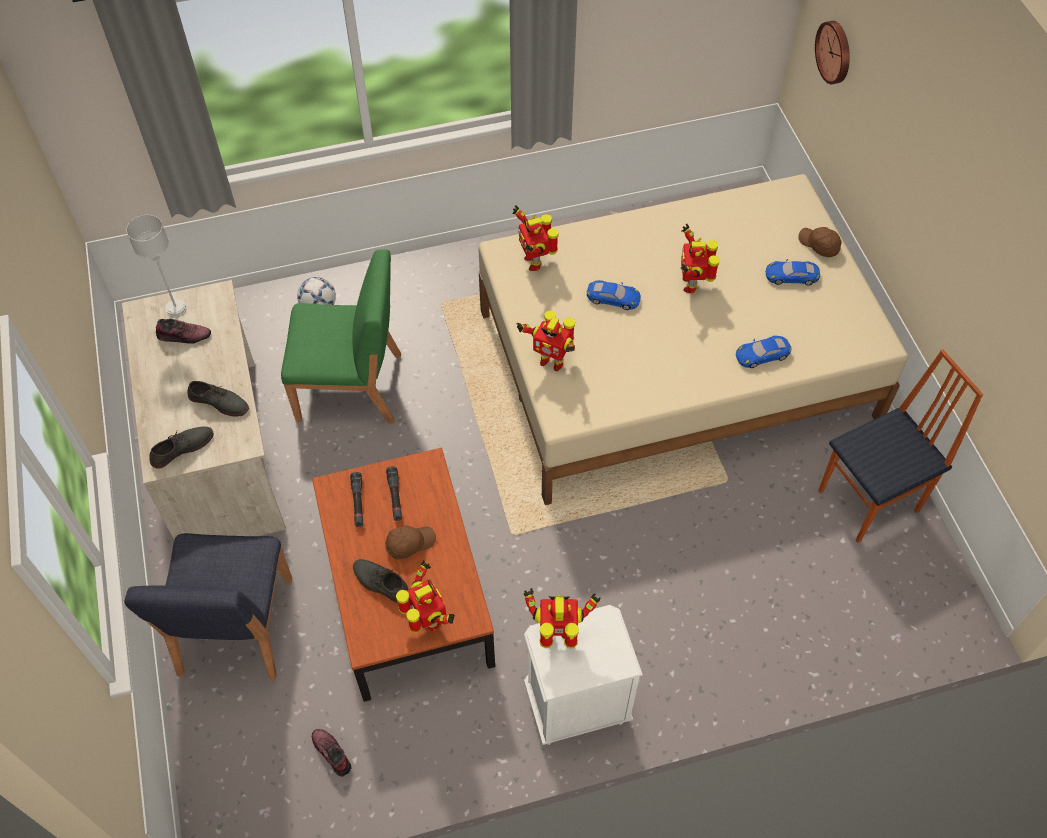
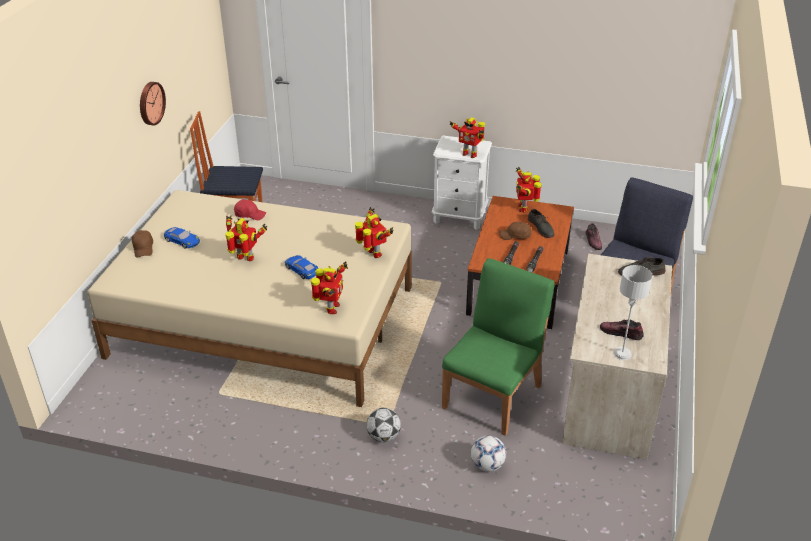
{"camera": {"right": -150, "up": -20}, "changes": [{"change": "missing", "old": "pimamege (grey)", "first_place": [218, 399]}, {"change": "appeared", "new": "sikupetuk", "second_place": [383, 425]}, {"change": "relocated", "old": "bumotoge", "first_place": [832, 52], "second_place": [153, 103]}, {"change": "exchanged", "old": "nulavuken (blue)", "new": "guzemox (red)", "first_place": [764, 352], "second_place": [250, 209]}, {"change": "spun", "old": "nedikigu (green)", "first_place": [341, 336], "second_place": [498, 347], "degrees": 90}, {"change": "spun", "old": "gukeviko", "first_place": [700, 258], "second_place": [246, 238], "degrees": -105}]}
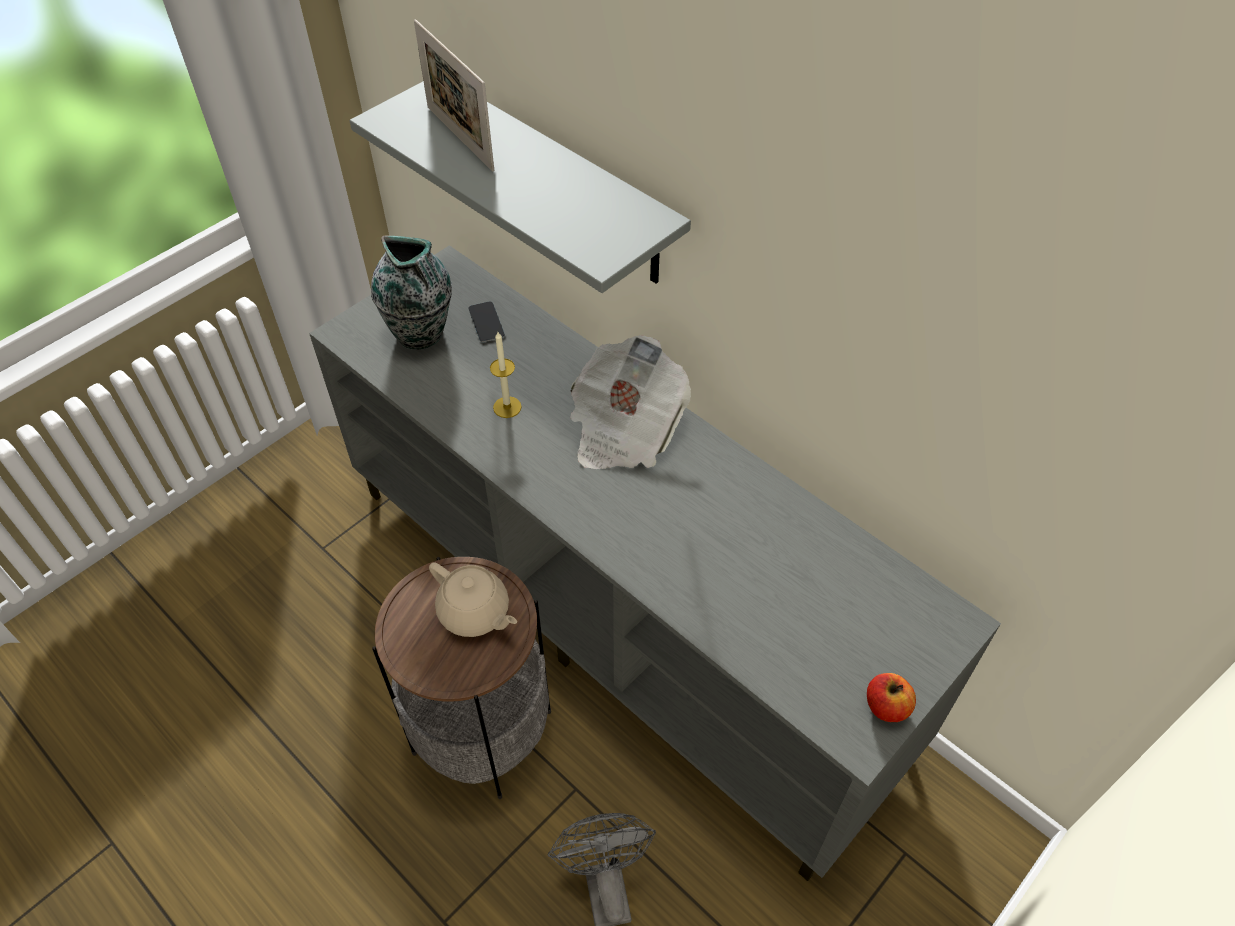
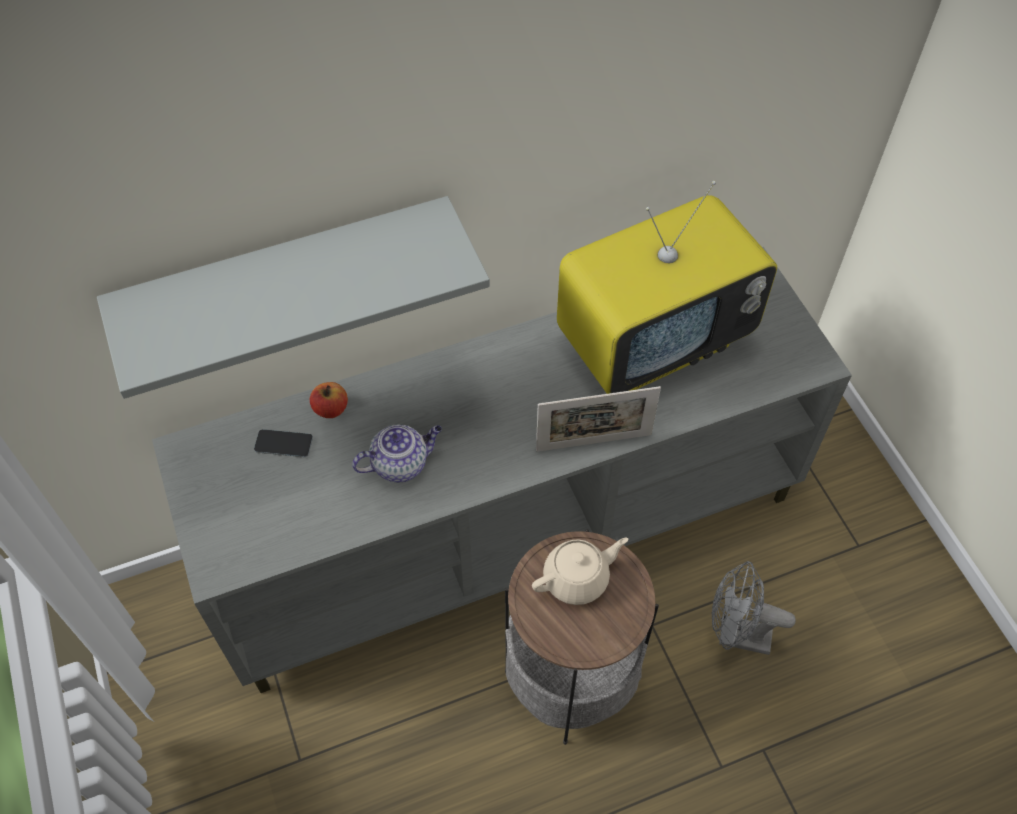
{"camera": {"right": -65, "up": 5}, "changes": [{"change": "missing", "old": "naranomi", "first_place": [411, 293]}, {"change": "missing", "old": "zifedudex", "first_place": [630, 402]}, {"change": "appeared", "new": "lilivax", "second_place": [667, 287]}, {"change": "relocated", "old": "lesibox", "first_place": [454, 95], "second_place": [598, 419]}, {"change": "relocated", "old": "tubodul", "first_place": [891, 697], "second_place": [329, 400]}, {"change": "exchanged", "old": "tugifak", "new": "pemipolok", "first_place": [506, 375], "second_place": [397, 453]}]}
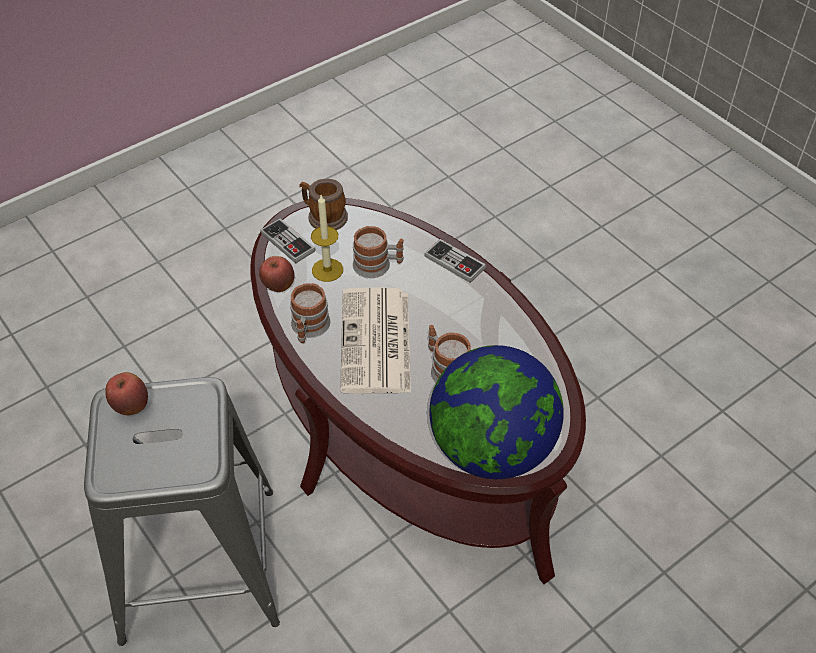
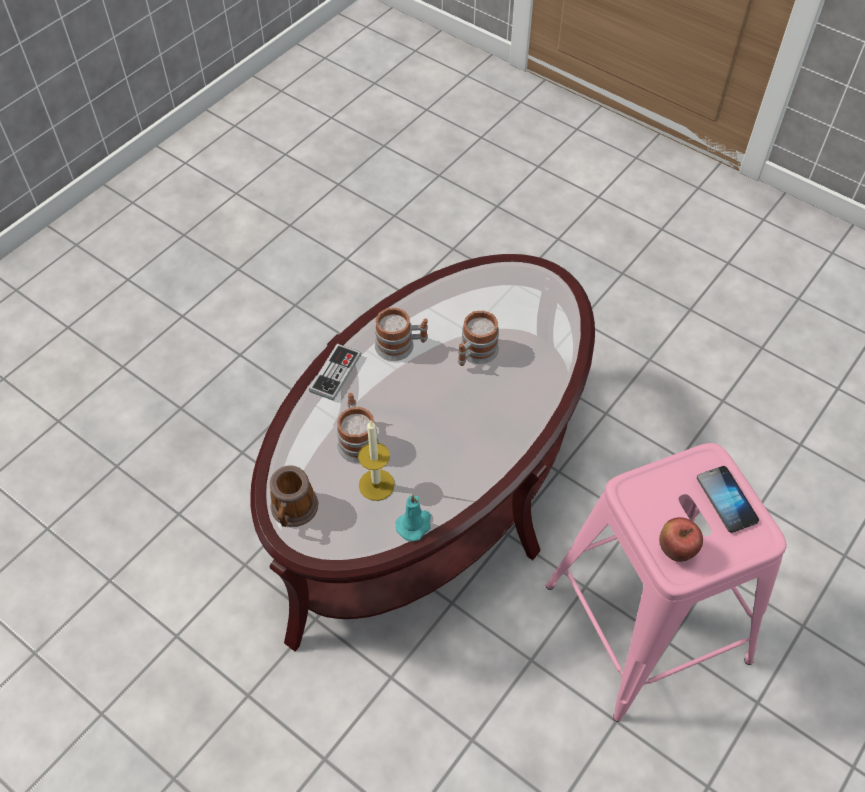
{"camera": {"right": -105, "up": 5}, "changes": [{"change": "missing", "old": "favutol", "first_place": [288, 240]}, {"change": "missing", "old": "zifedudex", "first_place": [375, 340]}, {"change": "missing", "old": "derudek", "first_place": [496, 412]}, {"change": "appeared", "new": "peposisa", "second_place": [728, 499]}, {"change": "relocated", "old": "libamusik", "first_place": [310, 313], "second_place": [401, 334]}, {"change": "exchanged", "old": "tubodul", "new": "tugifak (turquoise)", "first_place": [276, 274], "second_place": [413, 517]}, {"change": "colour", "old": "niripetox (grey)", "new": "niripetox (pink)", "first_place": [182, 511], "second_place": [666, 582]}]}
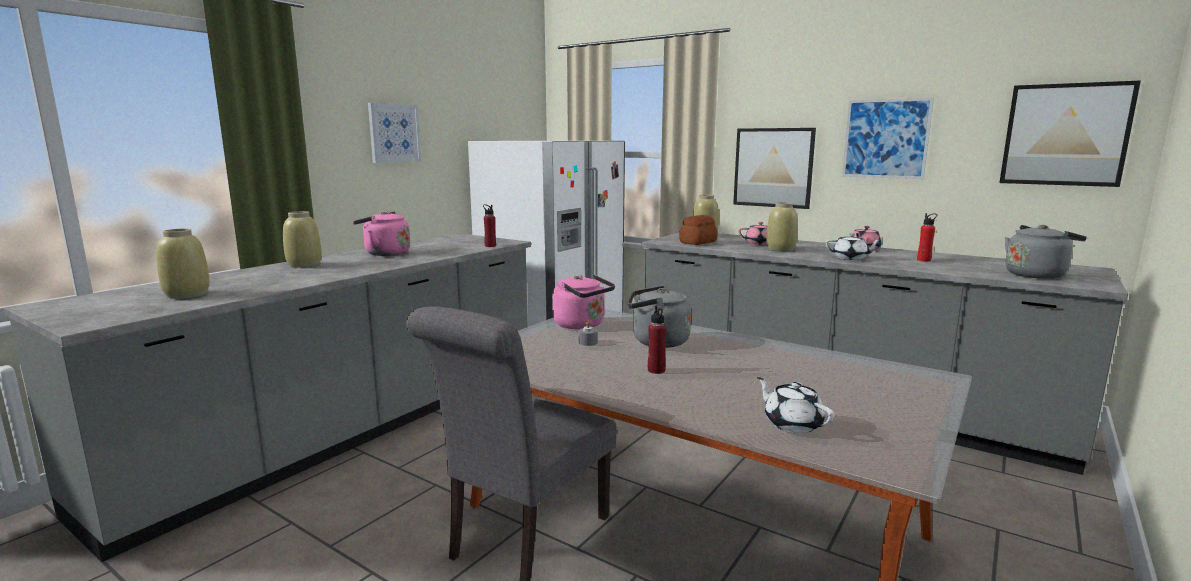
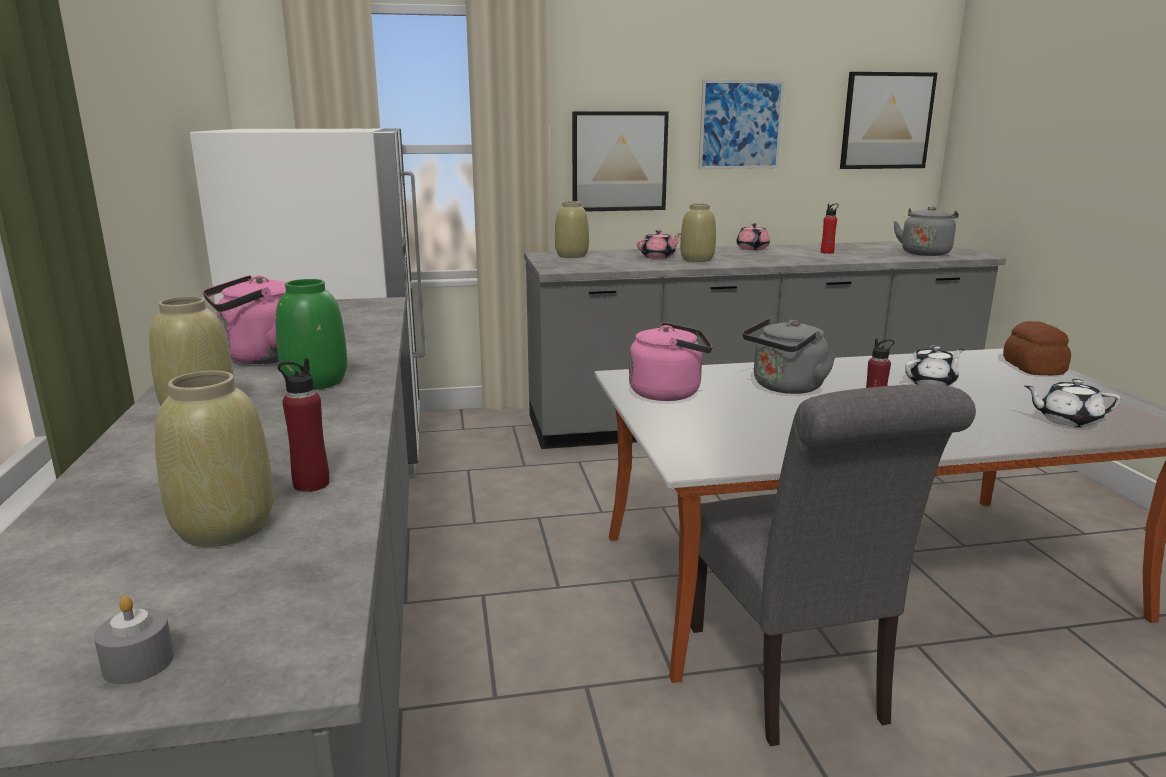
{"camera": {"right": -45, "up": 5}, "changes": [{"change": "missing", "old": "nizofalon", "first_place": [394, 133]}, {"change": "appeared", "new": "naranomi (green)", "second_place": [311, 334]}, {"change": "relocated", "old": "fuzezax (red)", "first_place": [489, 225], "second_place": [304, 425]}, {"change": "relocated", "old": "tugifak (grey)", "first_place": [588, 333], "second_place": [134, 640]}, {"change": "relocated", "old": "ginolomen", "first_place": [698, 230], "second_place": [1037, 348]}, {"change": "relocated", "old": "pemipolok (white)", "first_place": [853, 246], "second_place": [934, 365]}]}
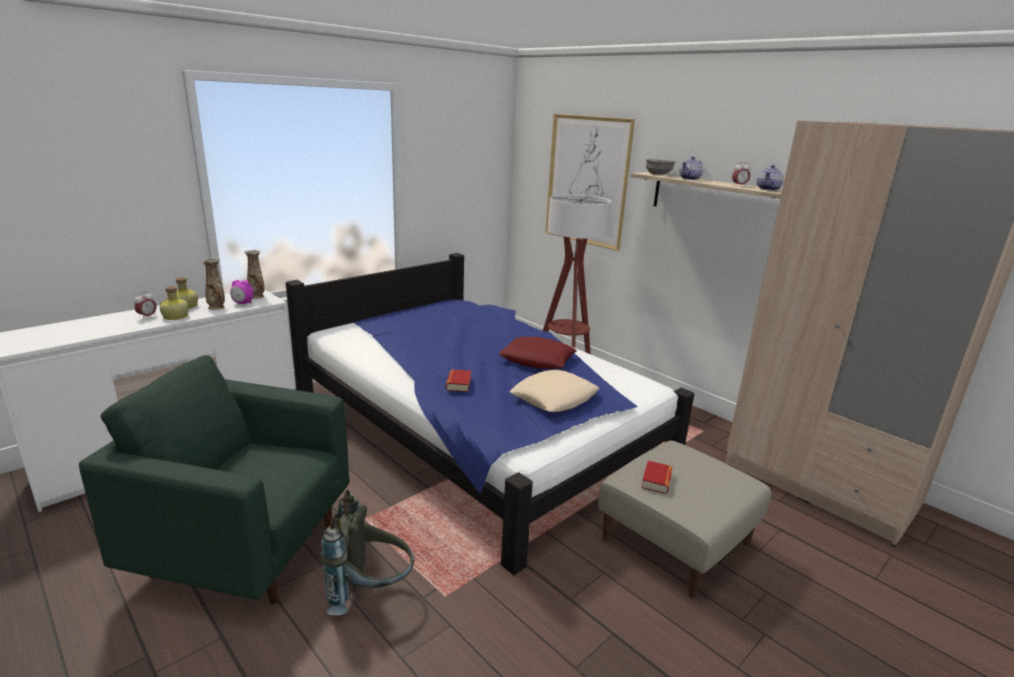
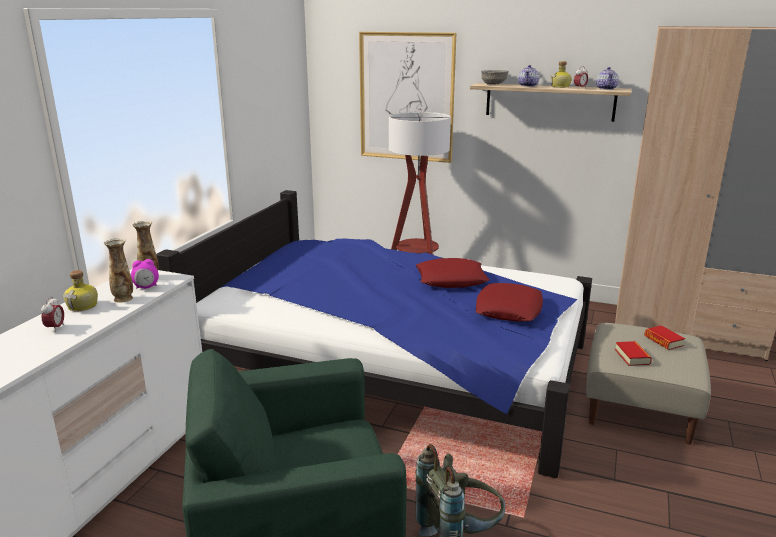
{"camera": {"right": -25, "up": 0}, "changes": [{"change": "relocated", "old": "fuzezax", "first_place": [174, 303], "second_place": [561, 74]}, {"change": "relocated", "old": "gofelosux", "first_place": [458, 381], "second_place": [664, 337]}, {"change": "colour", "old": "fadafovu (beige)", "new": "fadafovu (red)", "first_place": [554, 391], "second_place": [509, 302]}]}
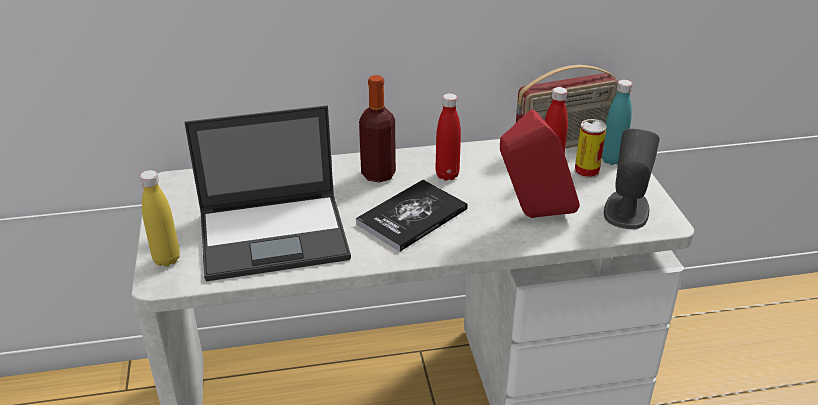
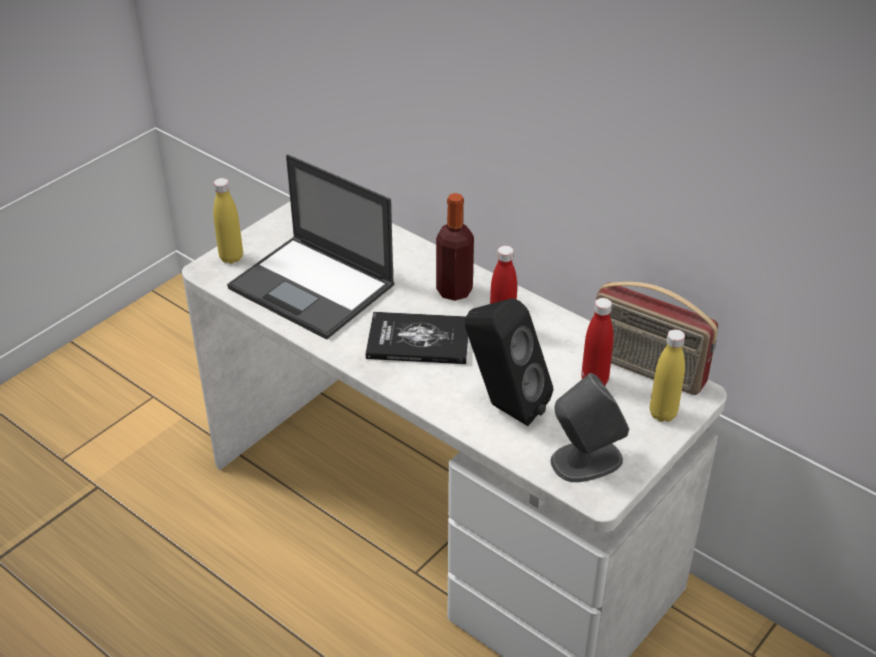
{"camera": {"right": 50, "up": 5}, "changes": [{"change": "missing", "old": "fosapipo", "first_place": [591, 148]}, {"change": "colour", "old": "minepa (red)", "new": "minepa (black)", "first_place": [540, 163], "second_place": [509, 362]}, {"change": "colour", "old": "fuzezax (turquoise)", "new": "fuzezax (yellow)", "first_place": [617, 122], "second_place": [667, 375]}]}
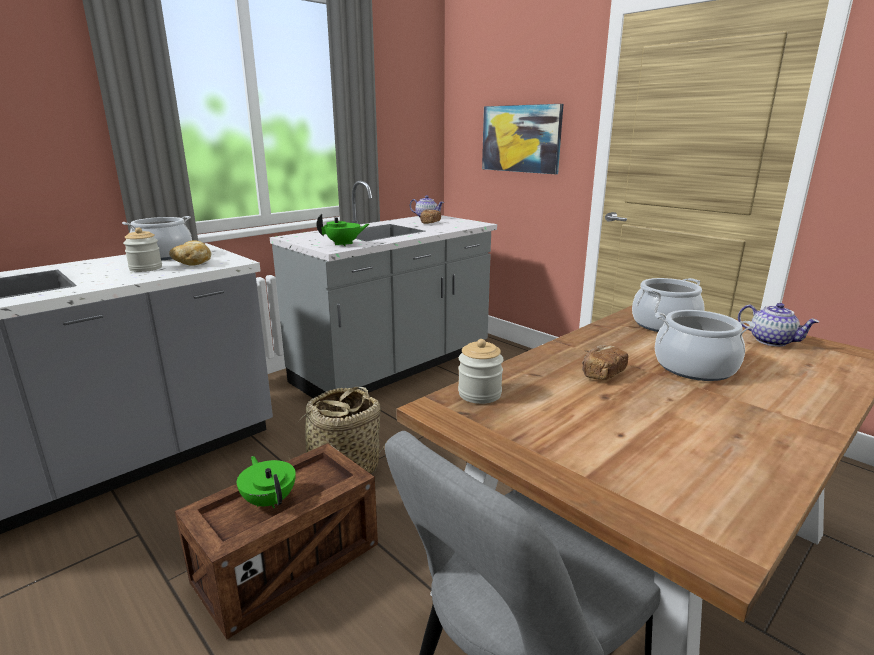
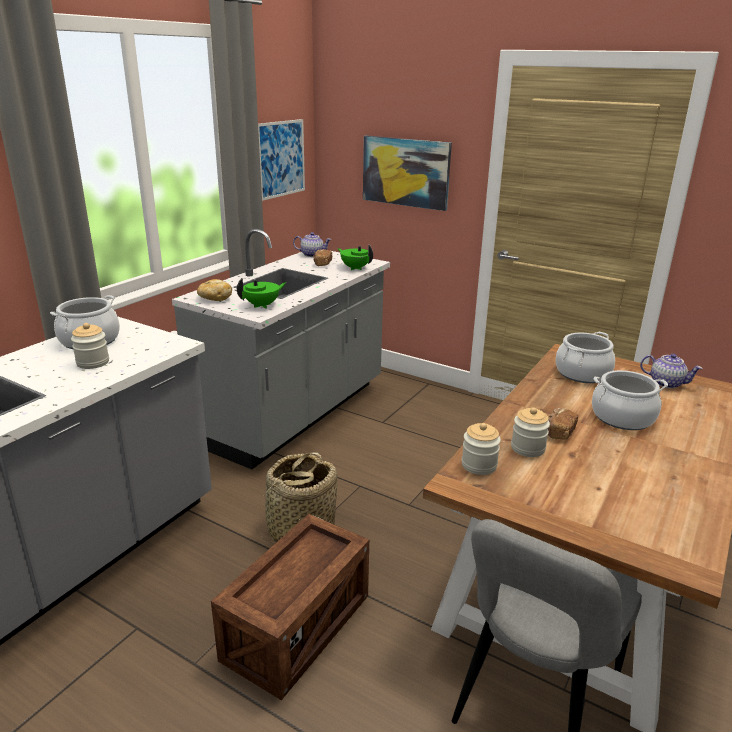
{"camera": {"right": -15, "up": 5}, "changes": [{"change": "appeared", "new": "nizofalon", "second_place": [281, 160]}, {"change": "appeared", "new": "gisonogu", "second_place": [530, 432]}, {"change": "relocated", "old": "ginolomen", "first_place": [190, 253], "second_place": [214, 290]}, {"change": "relocated", "old": "pemipolok (green)", "first_place": [266, 482], "second_place": [355, 257]}]}
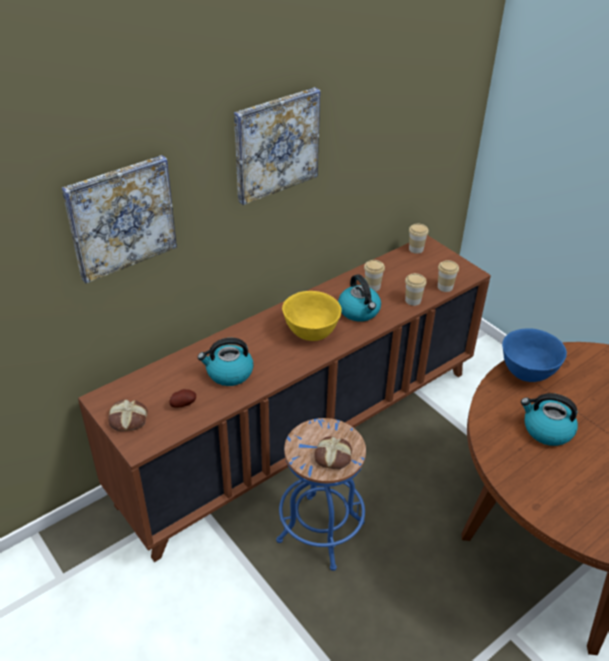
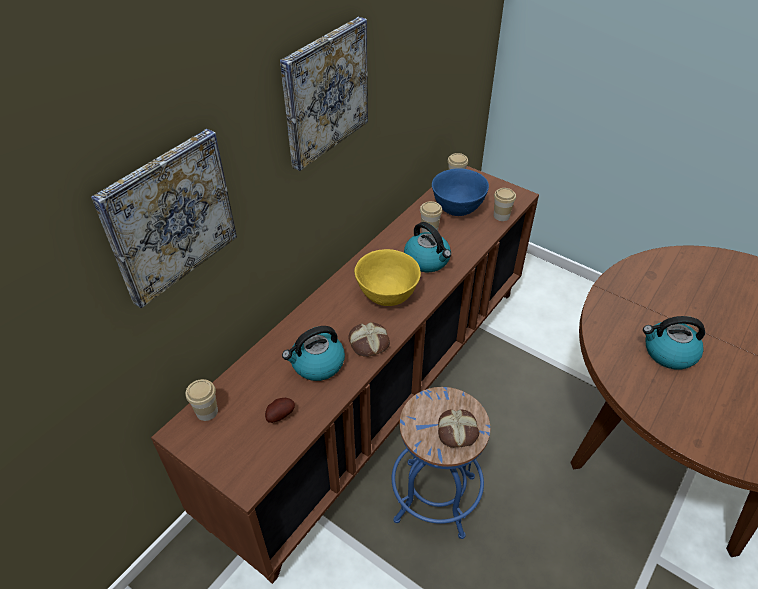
{"camera": {"right": -15, "up": 5}, "changes": [{"change": "relocated", "old": "ginolomen", "first_place": [128, 415], "second_place": [369, 339]}, {"change": "relocated", "old": "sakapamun", "first_place": [416, 289], "second_place": [202, 400]}, {"change": "relocated", "old": "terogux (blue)", "first_place": [534, 355], "second_place": [460, 192]}]}
